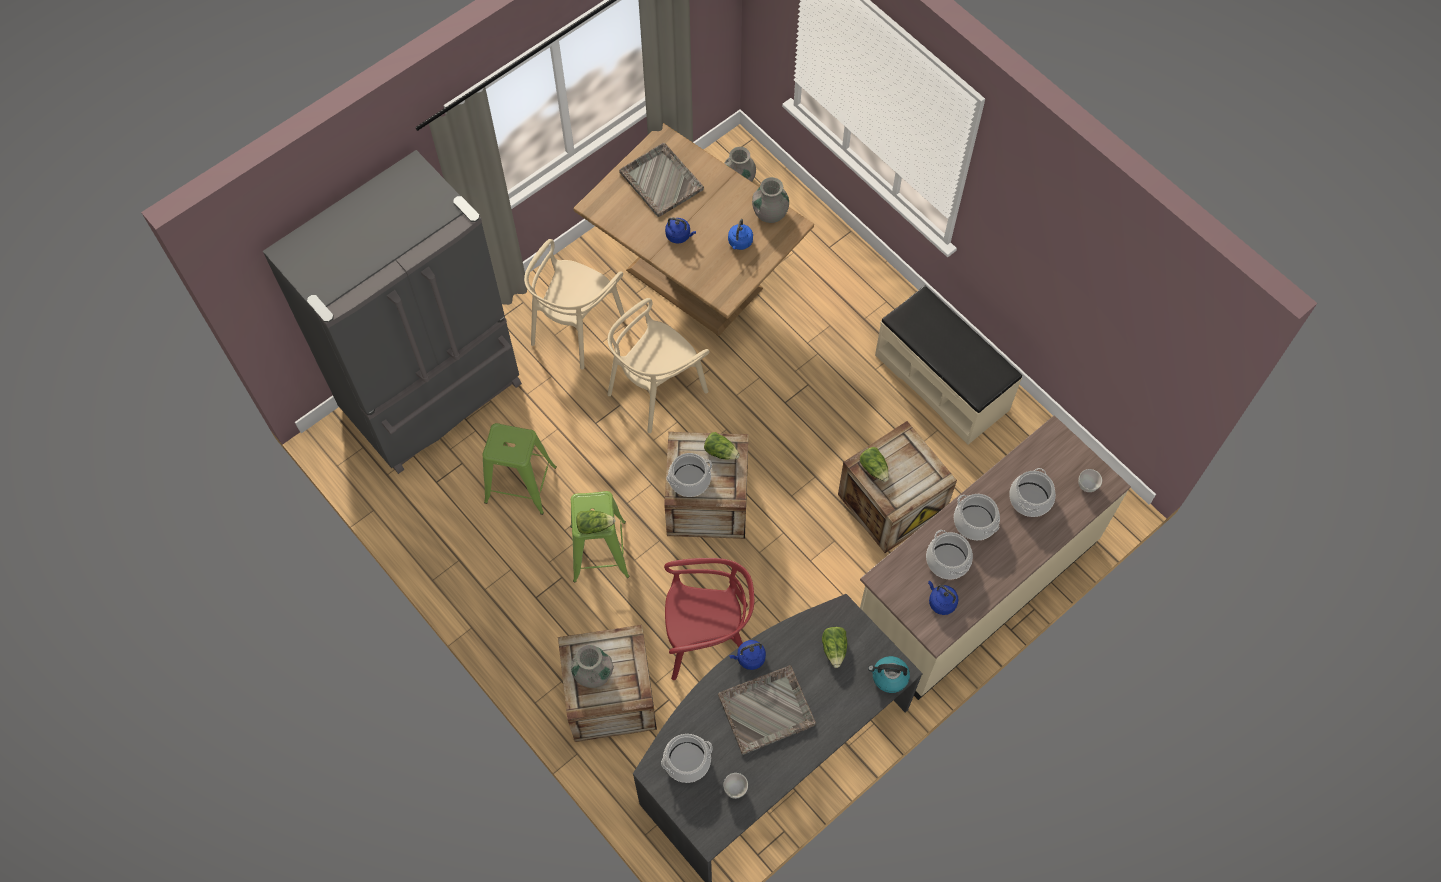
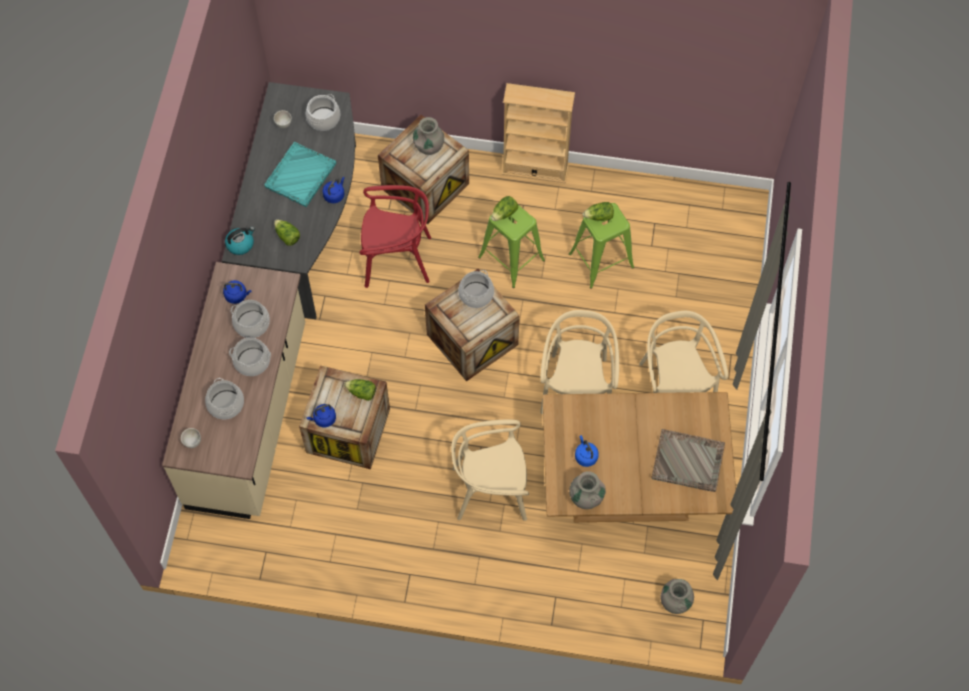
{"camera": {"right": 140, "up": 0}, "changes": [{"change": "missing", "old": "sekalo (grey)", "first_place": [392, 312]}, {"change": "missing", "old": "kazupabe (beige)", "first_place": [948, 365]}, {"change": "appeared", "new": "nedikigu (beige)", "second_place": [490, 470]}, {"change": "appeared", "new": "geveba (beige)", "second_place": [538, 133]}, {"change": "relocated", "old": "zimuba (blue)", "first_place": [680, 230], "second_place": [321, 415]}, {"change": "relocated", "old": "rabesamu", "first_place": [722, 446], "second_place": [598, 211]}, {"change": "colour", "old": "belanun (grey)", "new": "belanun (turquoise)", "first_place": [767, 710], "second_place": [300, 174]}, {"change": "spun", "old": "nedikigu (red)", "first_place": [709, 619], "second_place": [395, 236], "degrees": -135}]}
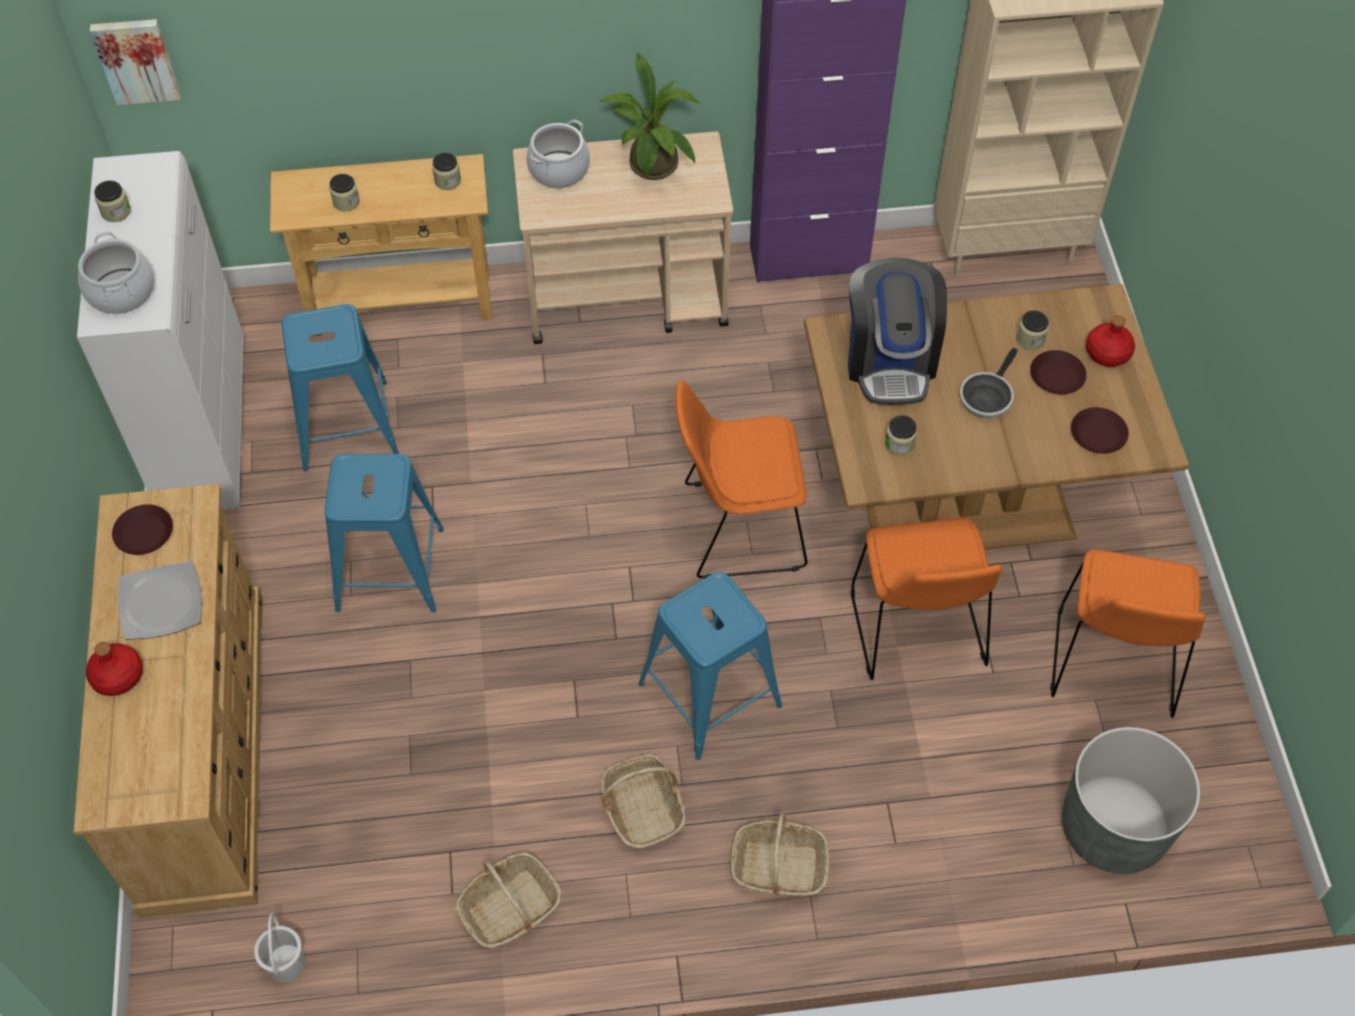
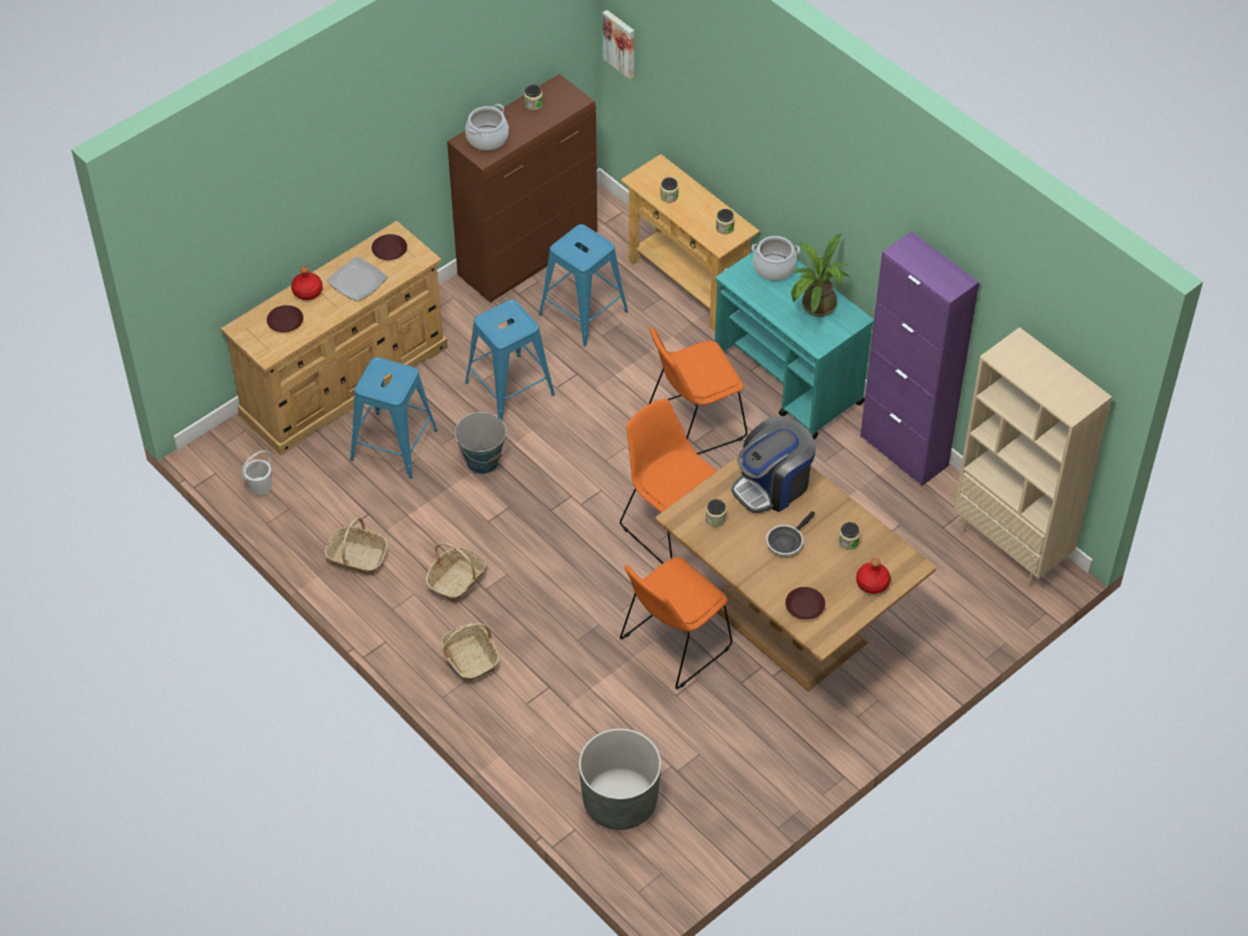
{"camera": {"right": 55, "up": -5}, "changes": [{"change": "appeared", "new": "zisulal", "second_place": [481, 443]}, {"change": "relocated", "old": "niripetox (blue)", "first_place": [710, 666], "second_place": [394, 417]}, {"change": "relocated", "old": "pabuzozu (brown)", "first_place": [1058, 372], "second_place": [285, 318]}, {"change": "relocated", "old": "nedikigu (orange)", "first_place": [1128, 634], "second_place": [698, 390]}, {"change": "colour", "old": "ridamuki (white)", "new": "ridamuki (brown)", "first_place": [160, 330], "second_place": [522, 188]}, {"change": "colour", "old": "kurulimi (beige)", "new": "kurulimi (turquoise)", "first_place": [623, 238], "second_place": [794, 345]}, {"change": "spun", "old": "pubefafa", "first_place": [988, 383], "second_place": [790, 534], "degrees": -45}]}
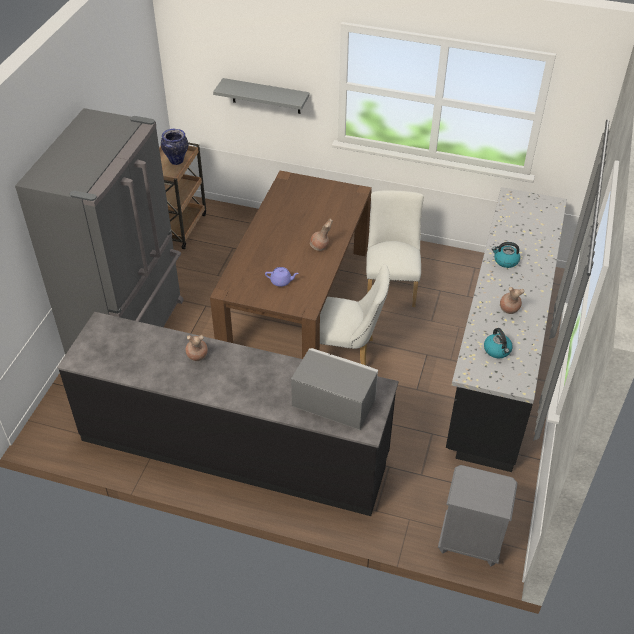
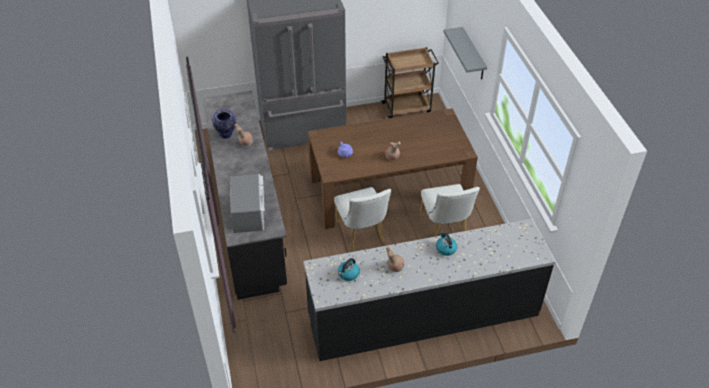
{"camera": {"right": 60, "up": 0}, "changes": [{"change": "missing", "old": "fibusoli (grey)", "first_place": [478, 515]}, {"change": "relocated", "old": "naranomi", "first_place": [174, 147], "second_place": [224, 124]}, {"change": "spun", "old": "nedikigu (white)", "first_place": [395, 249], "second_place": [450, 210], "degrees": 105}]}
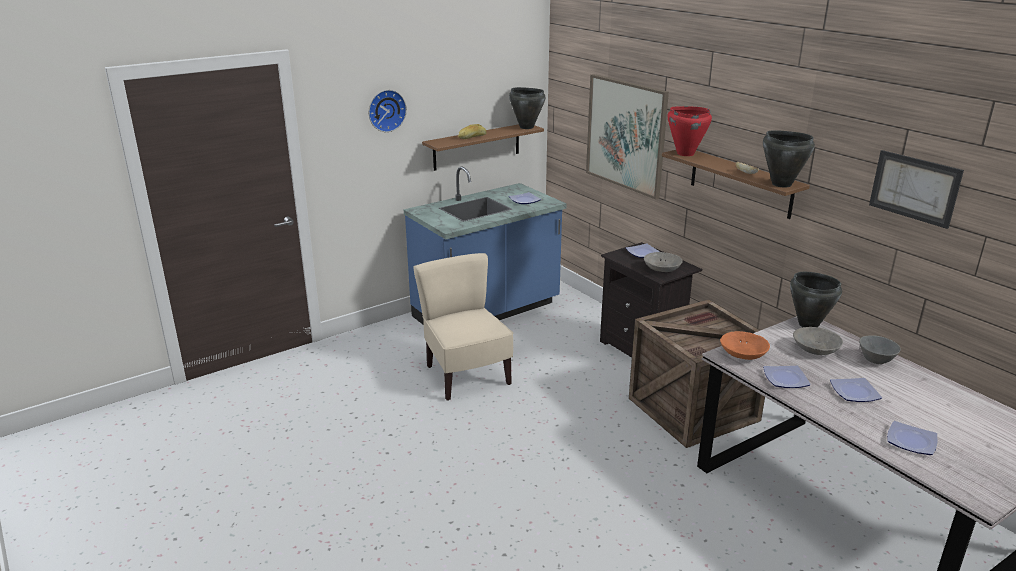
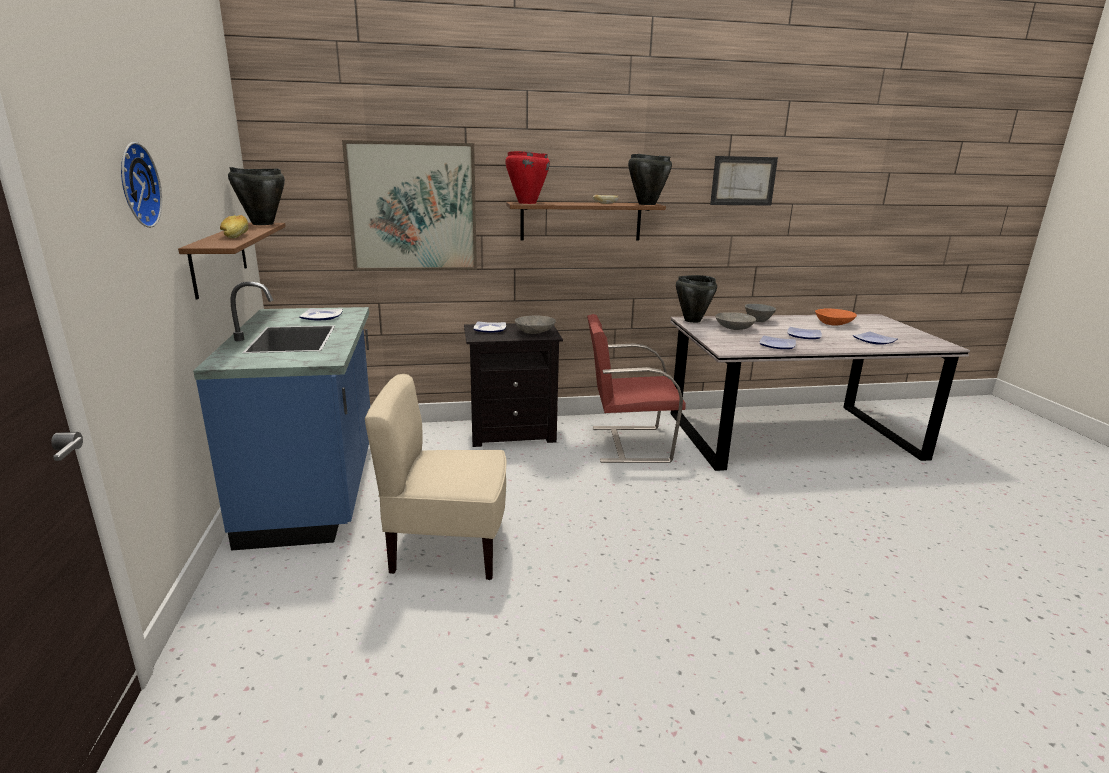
{"camera": {"right": -65, "up": -5}, "changes": [{"change": "relocated", "old": "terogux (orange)", "first_place": [745, 345], "second_place": [836, 317]}, {"change": "exchanged", "old": "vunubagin", "new": "nedikigu (red)", "first_place": [697, 374], "second_place": [636, 388]}]}
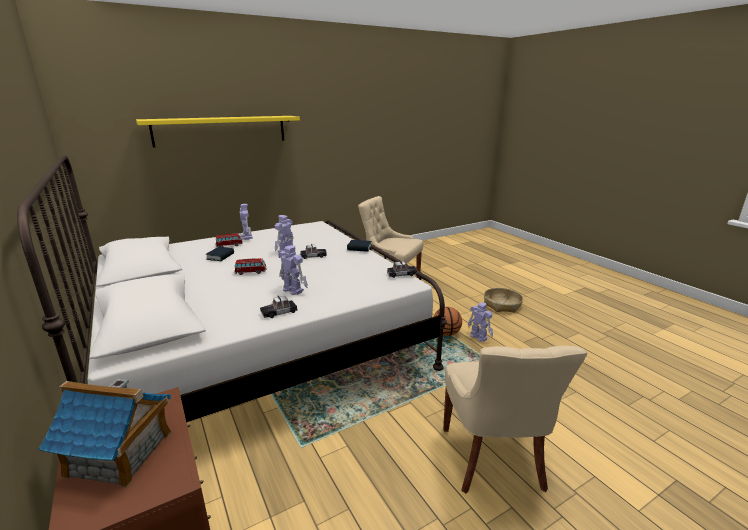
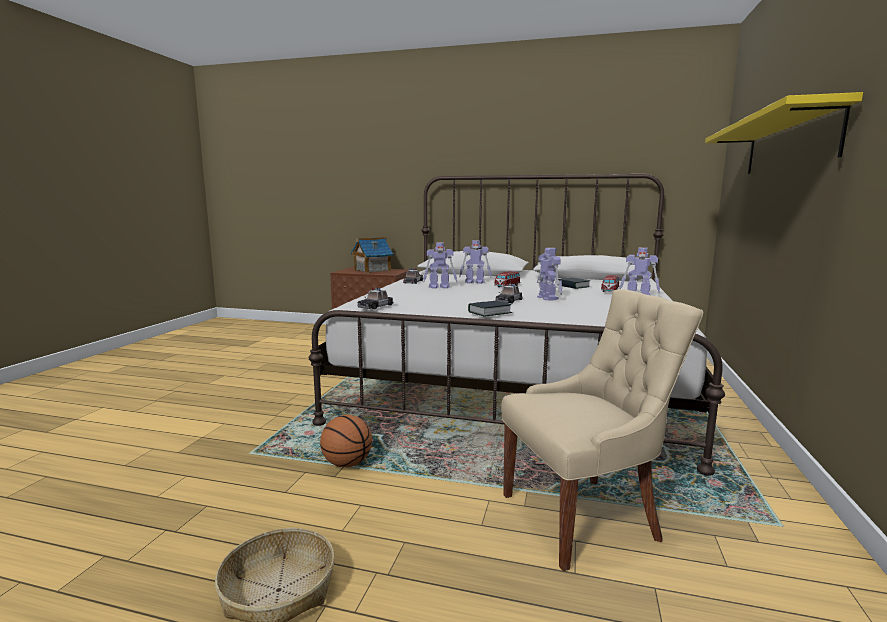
{"camera": {"right": 135, "up": -10}, "changes": [{"change": "missing", "old": "nedikigu (beige)", "first_place": [515, 419]}, {"change": "relocated", "old": "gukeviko", "first_place": [480, 322], "second_place": [475, 262]}]}
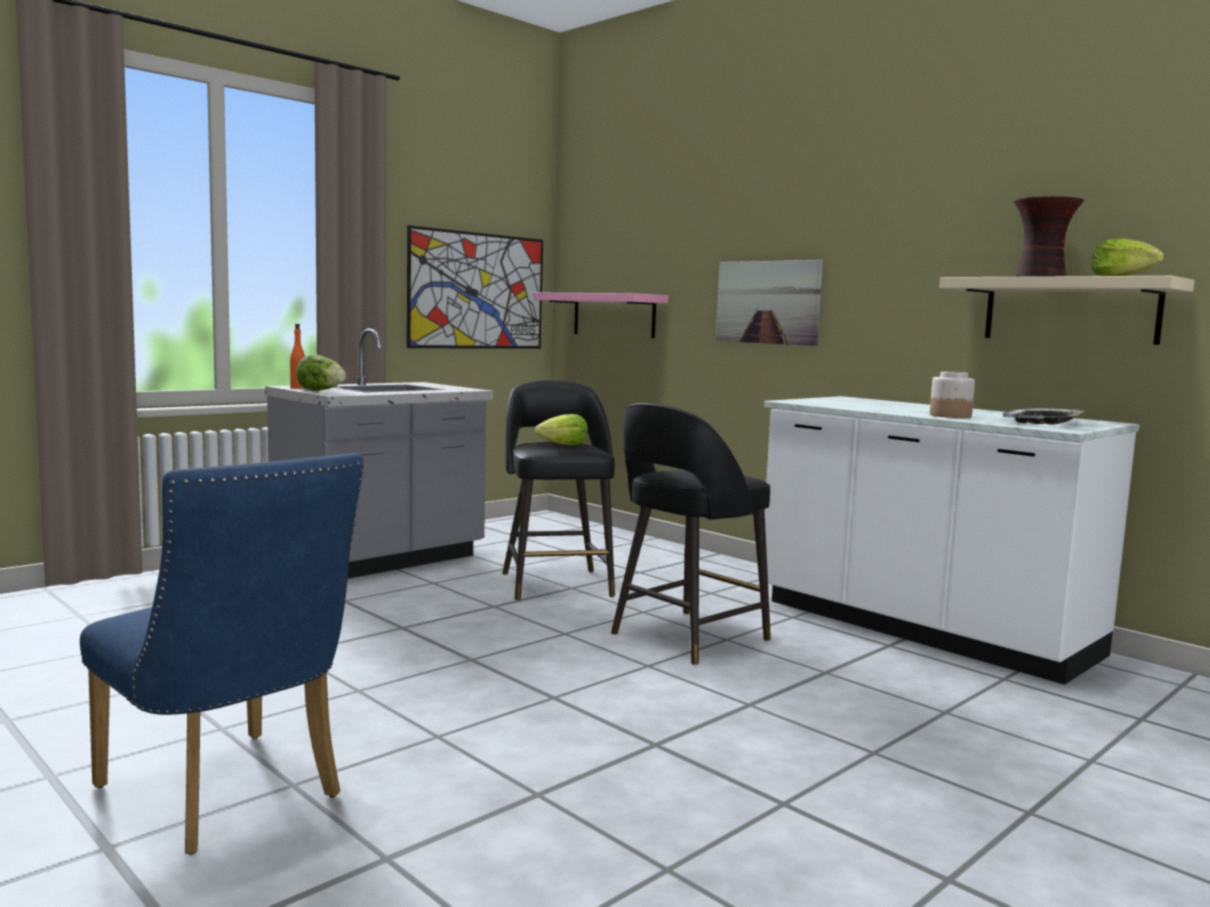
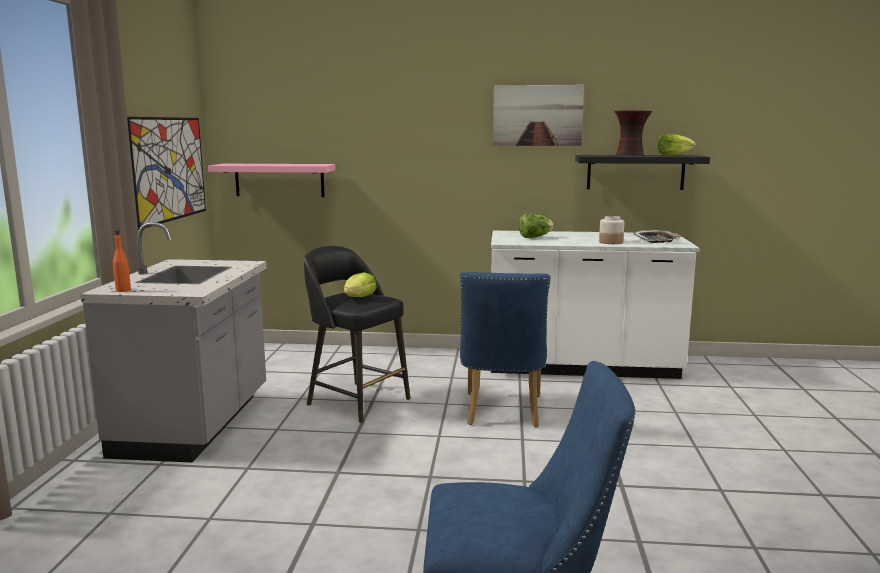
{"camera": {"right": -40, "up": 5}, "changes": [{"change": "relocated", "old": "rabesamu", "first_place": [321, 373], "second_place": [536, 225]}, {"change": "relocated", "old": "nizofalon", "first_place": [769, 303], "second_place": [538, 115]}, {"change": "exchanged", "old": "niripetox (black)", "new": "nedikigu (blue)", "first_place": [691, 534], "second_place": [505, 350]}, {"change": "colour", "old": "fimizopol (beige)", "new": "fimizopol (black)", "first_place": [1067, 310], "second_place": [642, 172]}]}
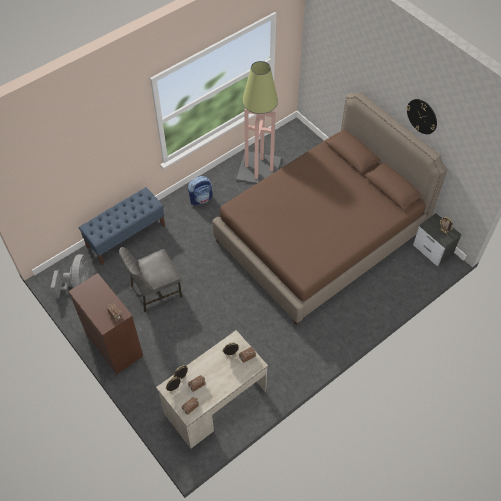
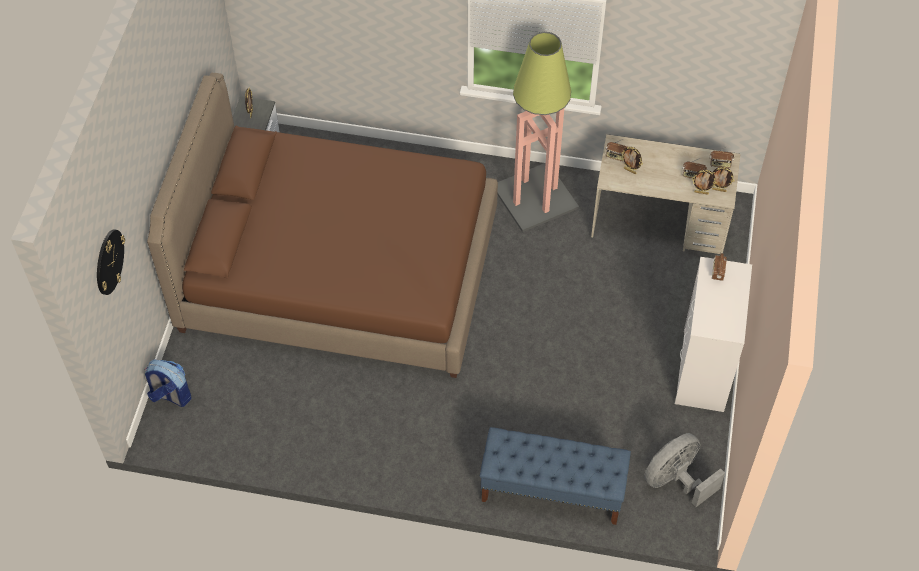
{"camera": {"right": -130, "up": 0}, "changes": [{"change": "missing", "old": "nedikigu (grey)", "first_place": [150, 279]}, {"change": "relocated", "old": "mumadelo", "first_place": [200, 190], "second_place": [168, 383]}, {"change": "relocated", "old": "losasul", "first_place": [259, 122], "second_place": [538, 132]}, {"change": "relocated", "old": "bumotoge", "first_place": [421, 116], "second_place": [111, 262]}, {"change": "colour", "old": "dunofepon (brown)", "new": "dunofepon (white)", "first_place": [105, 323], "second_place": [713, 334]}]}
